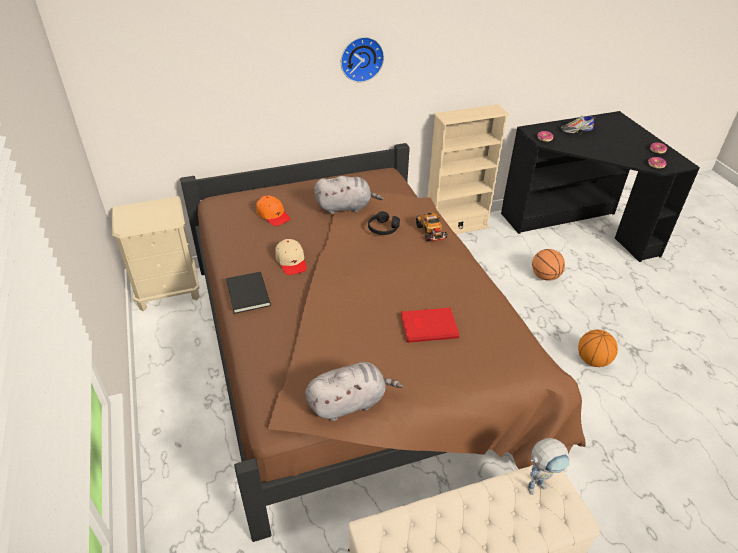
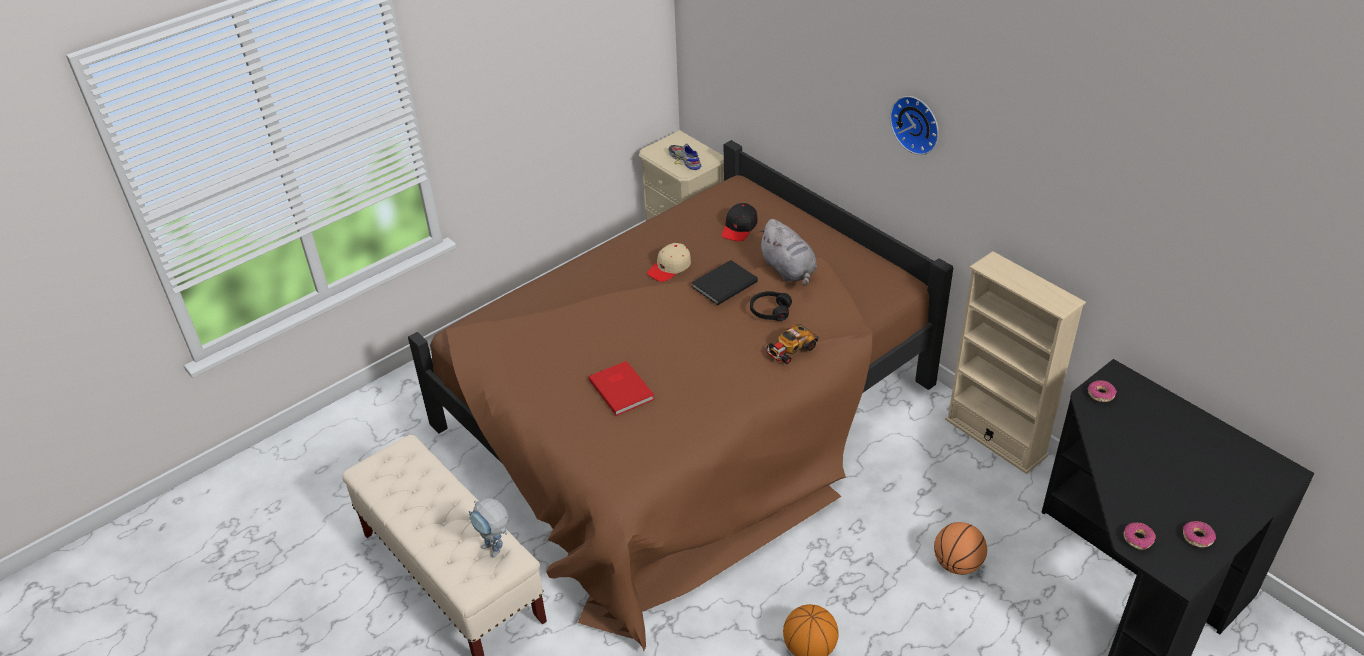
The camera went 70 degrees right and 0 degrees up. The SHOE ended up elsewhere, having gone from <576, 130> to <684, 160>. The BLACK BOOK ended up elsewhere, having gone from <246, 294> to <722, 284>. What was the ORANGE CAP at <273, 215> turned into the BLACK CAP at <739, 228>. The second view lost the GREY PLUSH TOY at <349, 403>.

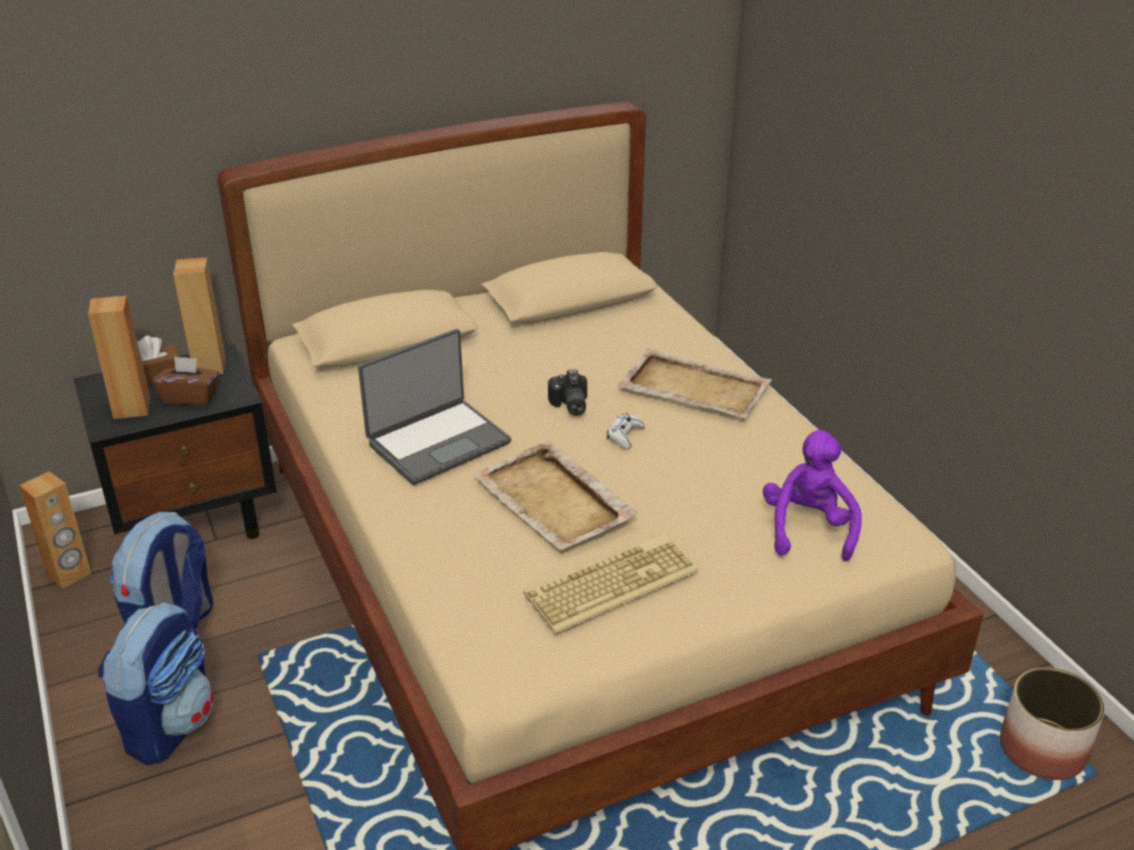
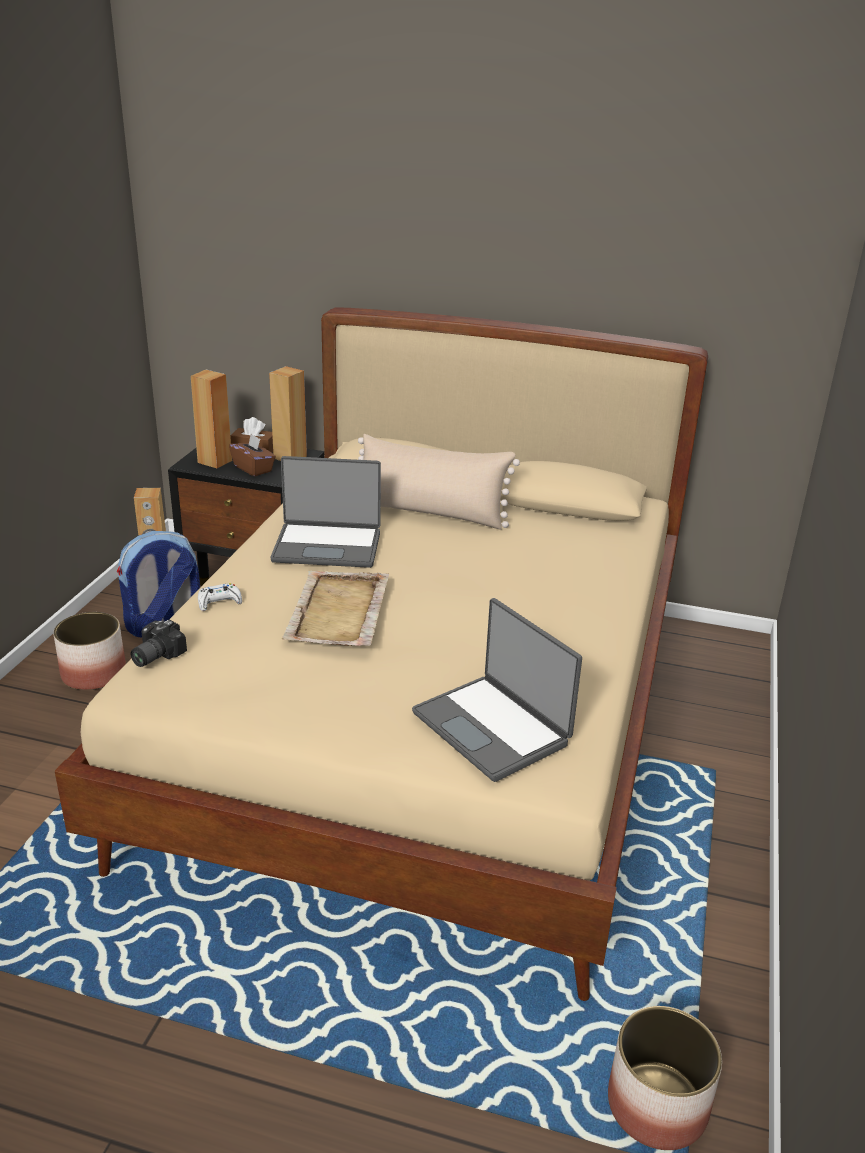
The camera went 40 degrees right and 5 degrees down. Where the BACKPACK stood at <169, 724>, the PLANTER came to stand at <94, 673>. The PHOTO CAMERA ended up elsewhere, having gone from <569, 405> to <154, 655>. The WHITE GAME CONTROLLER ended up elsewhere, having gone from <625, 435> to <219, 602>. The second view gained the BEIGE PILLOW at <430, 513>. Where the PURPLE PLUSH TOY stood at <808, 529>, the LAPTOP came to stand at <493, 728>. The second view lost the KEYBOARD at <611, 581>. The second view lost the BEIGE TRAY at <692, 388>.

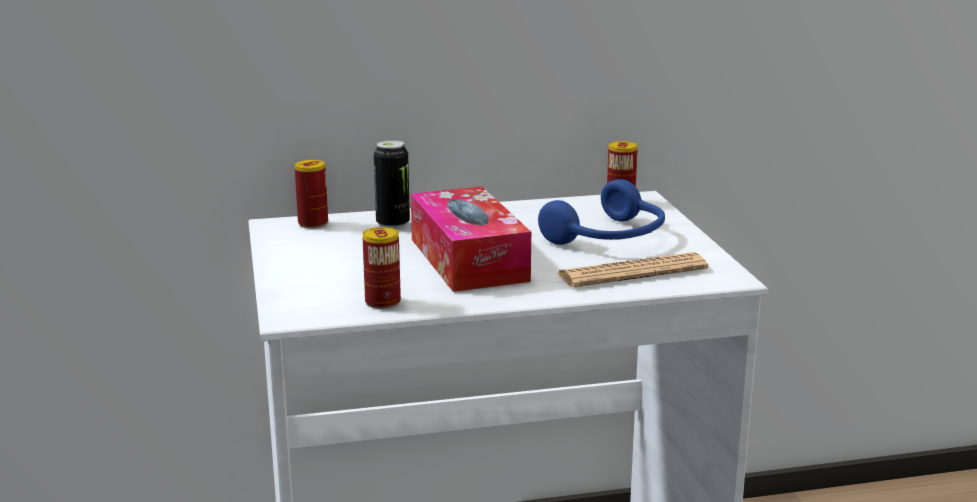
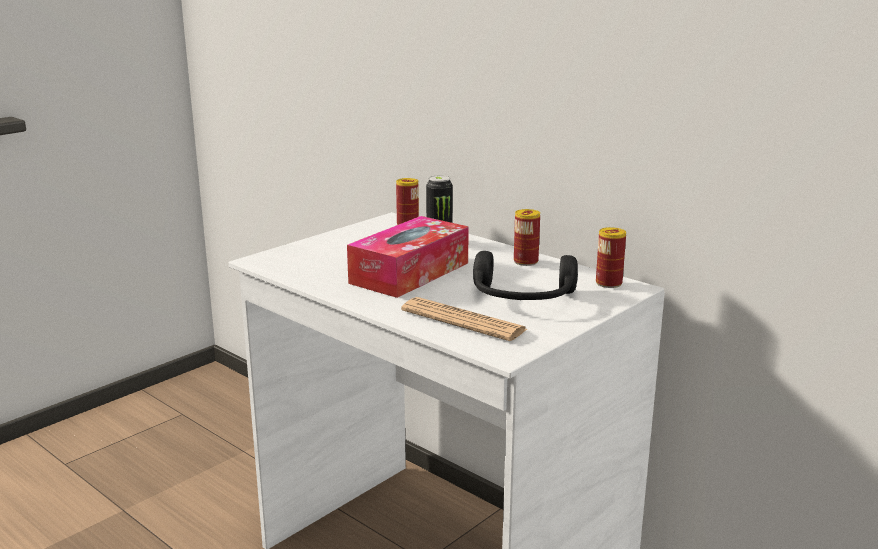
The camera went 55 degrees right and 0 degrees up. What was the BLUE HEADPHONES at <610, 238> turned into the BLACK HEADPHONES at <522, 298>. The CAN ended up elsewhere, having gone from <382, 302> to <525, 261>.

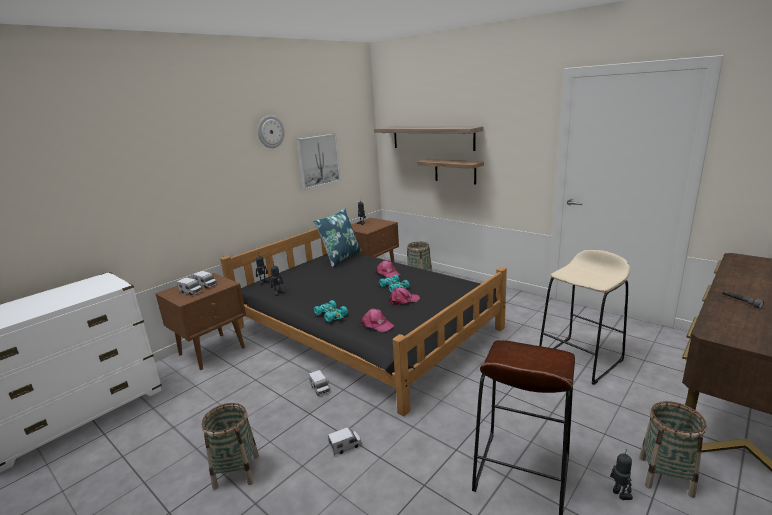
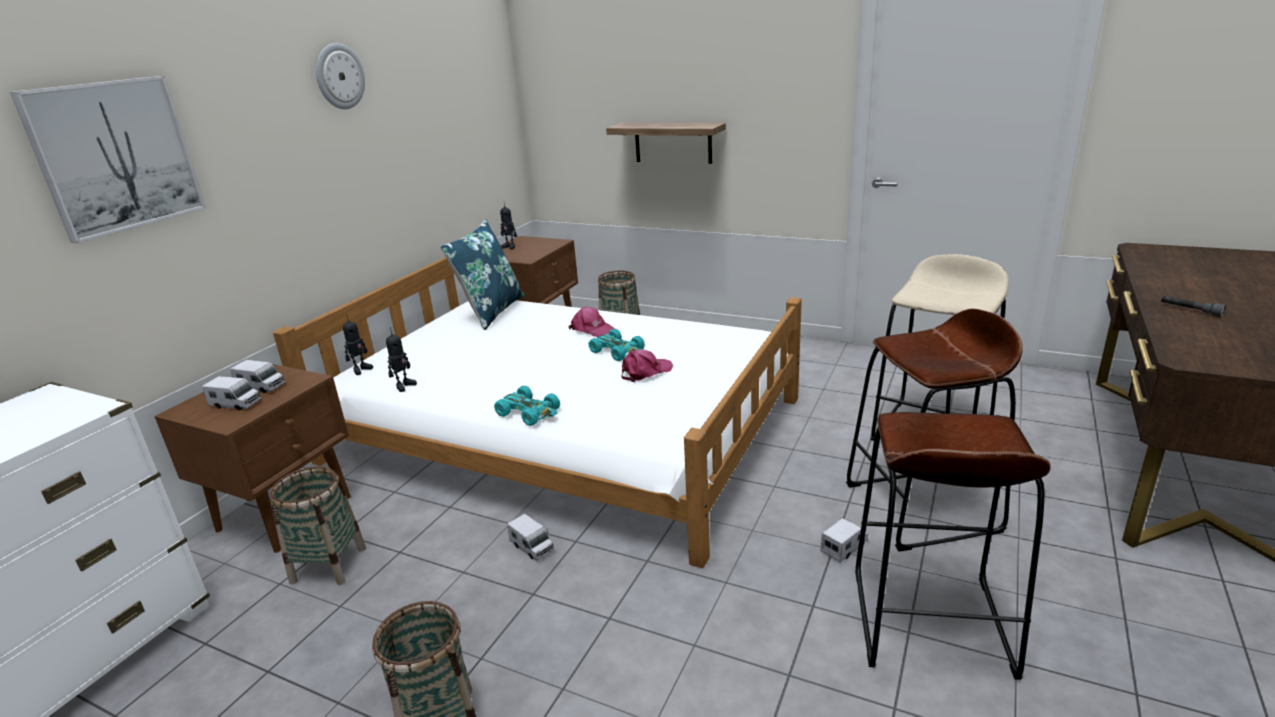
The camera went 15 degrees left and 5 degrees up. The PICTURE ended up elsewhere, having gone from <318, 160> to <115, 156>. The BASKET ended up elsewhere, having gone from <665, 476> to <329, 565>. What was the BLACK BED at <365, 328> turned into the WHITE BED at <566, 429>. The TOY TRUCK ended up elsewhere, having gone from <345, 446> to <844, 547>. The second view gained the BROWN STOOL at <922, 508>. The second view lost the PINK CAP at <377, 325>. The second view lost the SHELF at <432, 137>. The second view lost the TOY ROBOT at <619, 494>.

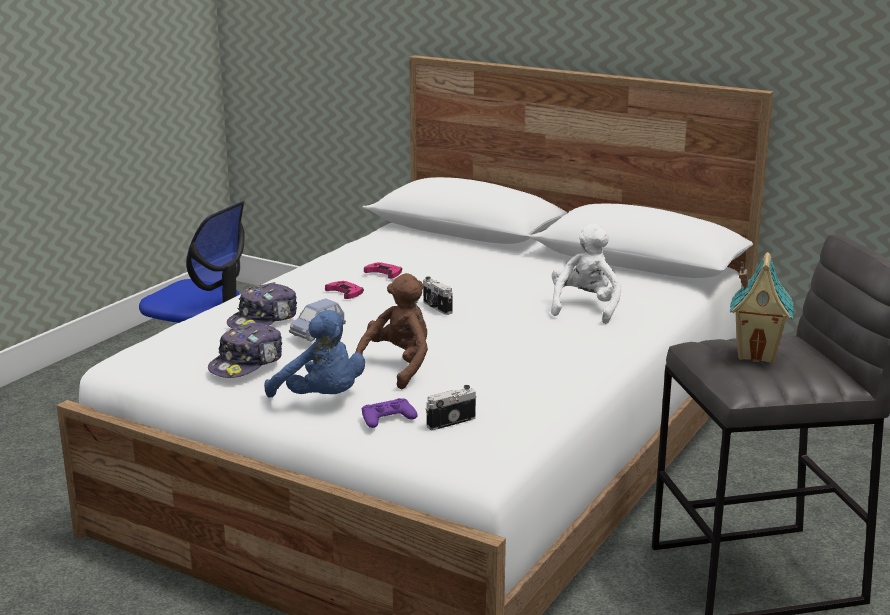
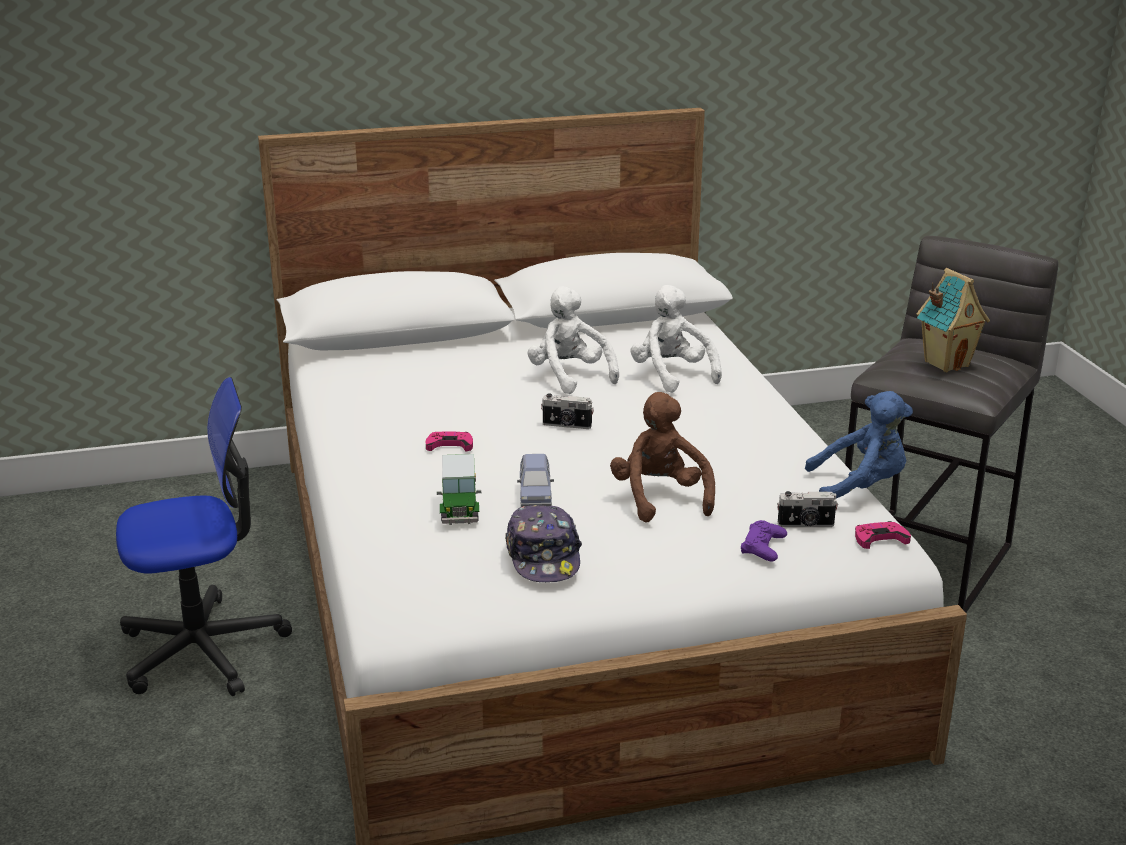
The camera went 45 degrees left and 5 degrees up. Where the CAP stood at <264, 320>, the TOY CAR came to stand at <459, 506>. The second view gained the WHITE PLUSH TOY at <569, 376>. The PHOTO CAMERA at <450, 421> ended up facing another way, 105 degrees counterclockwise from before. The BLUE PLUSH TOY ended up elsewhere, having gone from <321, 399> to <860, 487>. The PINK GAME CONTROLLER ended up elsewhere, having gone from <384, 273> to <880, 539>.

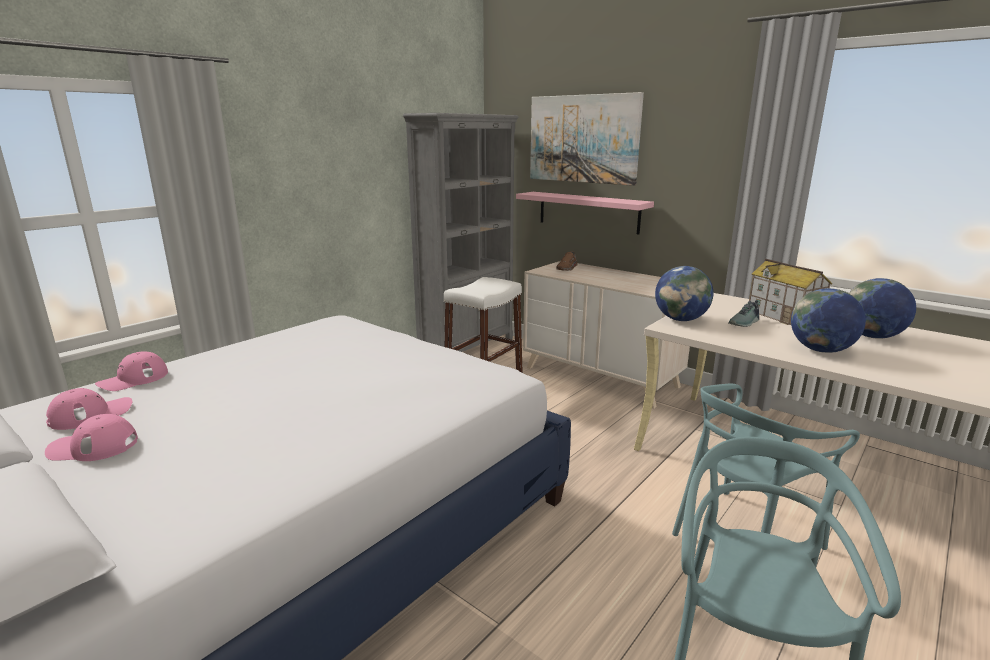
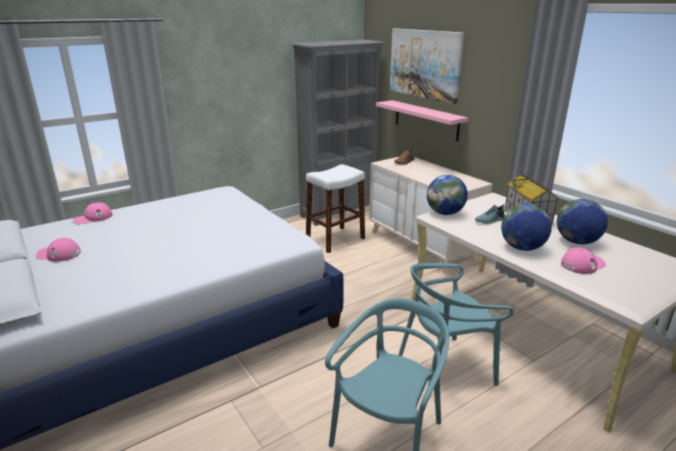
The camera went 15 degrees right and 5 degrees up. The PINK CAP ended up elsewhere, having gone from <91, 414> to <582, 264>.

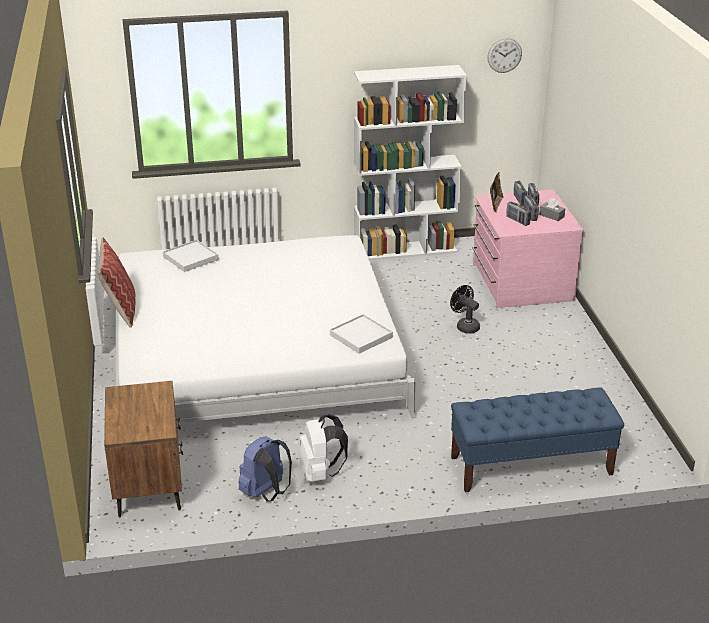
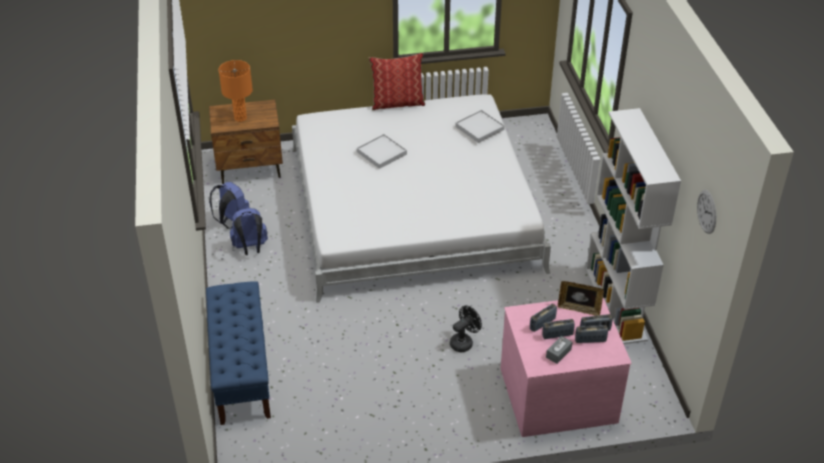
The camera went 90 degrees right and 10 degrees up. The second view gained the ORANGE TABLE LAMP at <240, 118>. What was the WHITE BACKPACK at <321, 473> turned into the BLUE BACKPACK at <250, 248>. The WHITE TRAY ended up elsewhere, having gone from <361, 336> to <381, 153>.

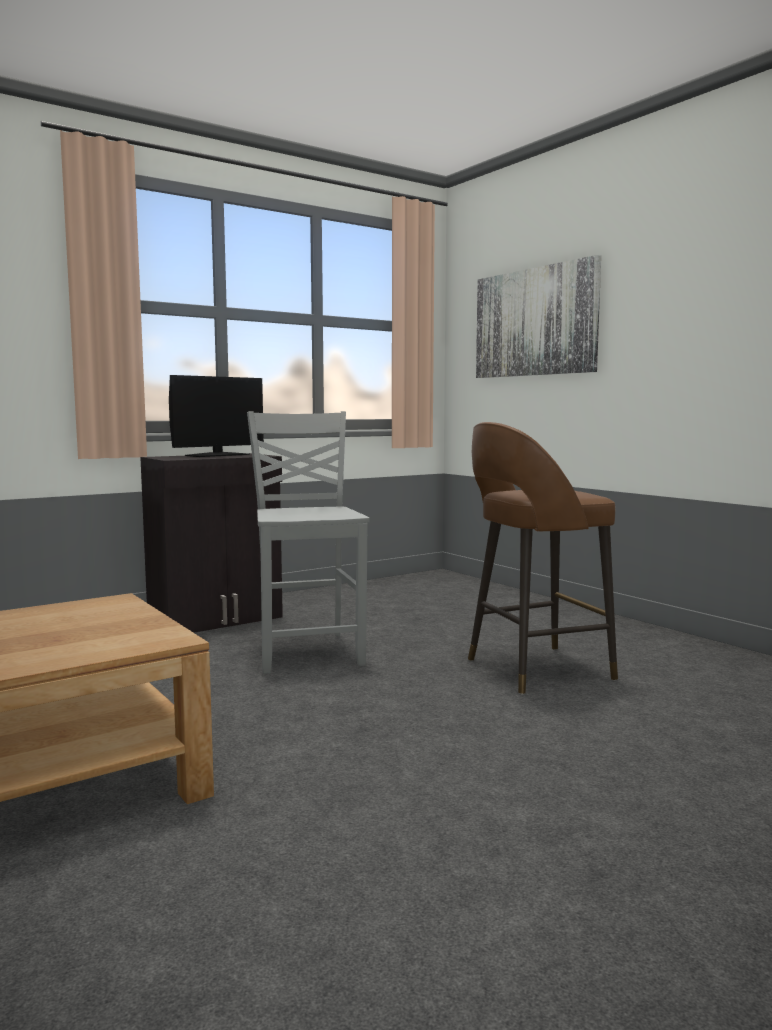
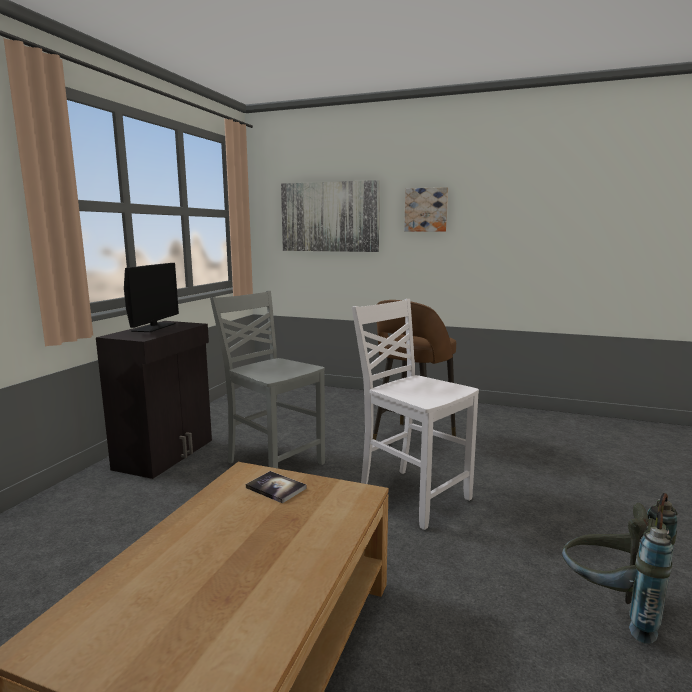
The camera went 35 degrees left and 5 degrees up. The second view gained the BOOK at <276, 488>. The second view gained the WHITE CHAIR at <412, 495>. The second view gained the PICTURE at <426, 210>. The second view gained the GREY BACKPACK at <611, 608>.

